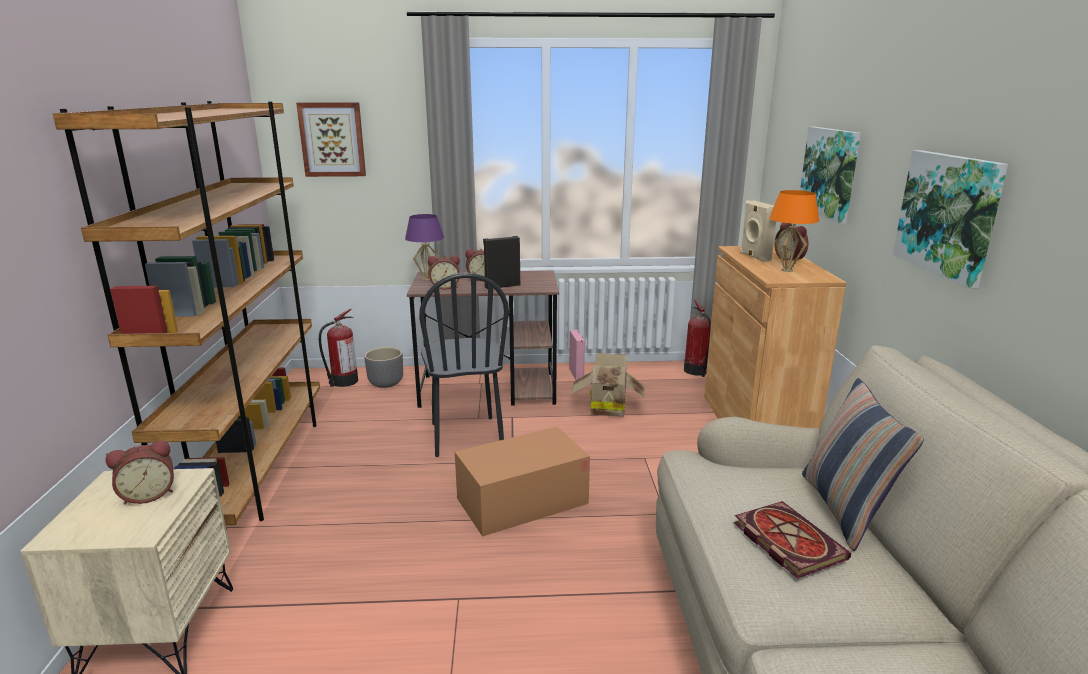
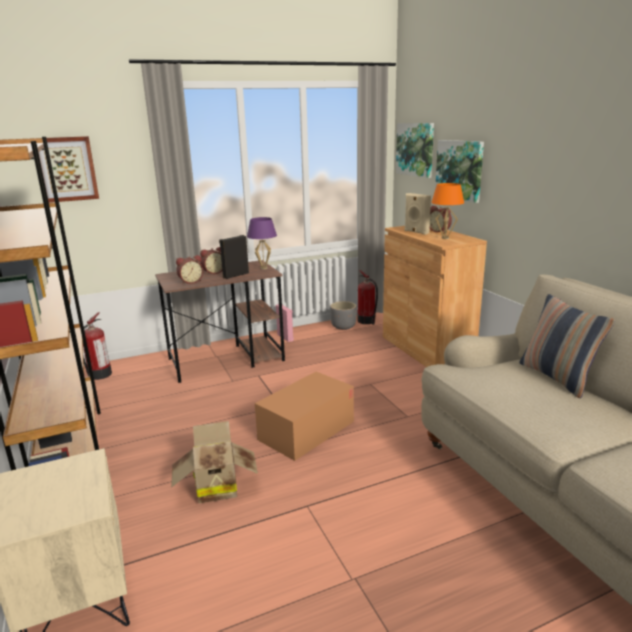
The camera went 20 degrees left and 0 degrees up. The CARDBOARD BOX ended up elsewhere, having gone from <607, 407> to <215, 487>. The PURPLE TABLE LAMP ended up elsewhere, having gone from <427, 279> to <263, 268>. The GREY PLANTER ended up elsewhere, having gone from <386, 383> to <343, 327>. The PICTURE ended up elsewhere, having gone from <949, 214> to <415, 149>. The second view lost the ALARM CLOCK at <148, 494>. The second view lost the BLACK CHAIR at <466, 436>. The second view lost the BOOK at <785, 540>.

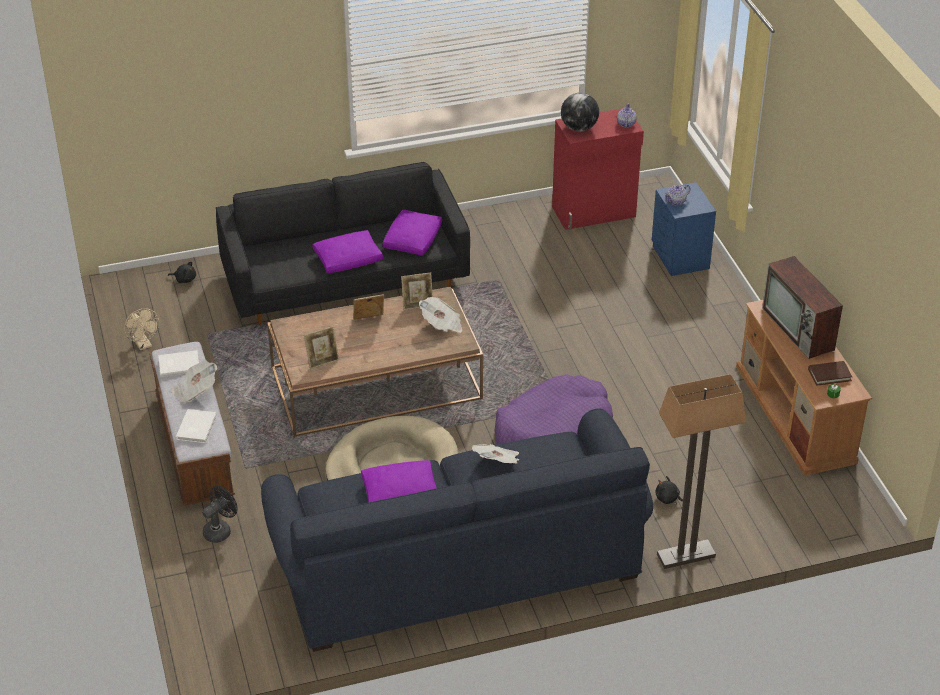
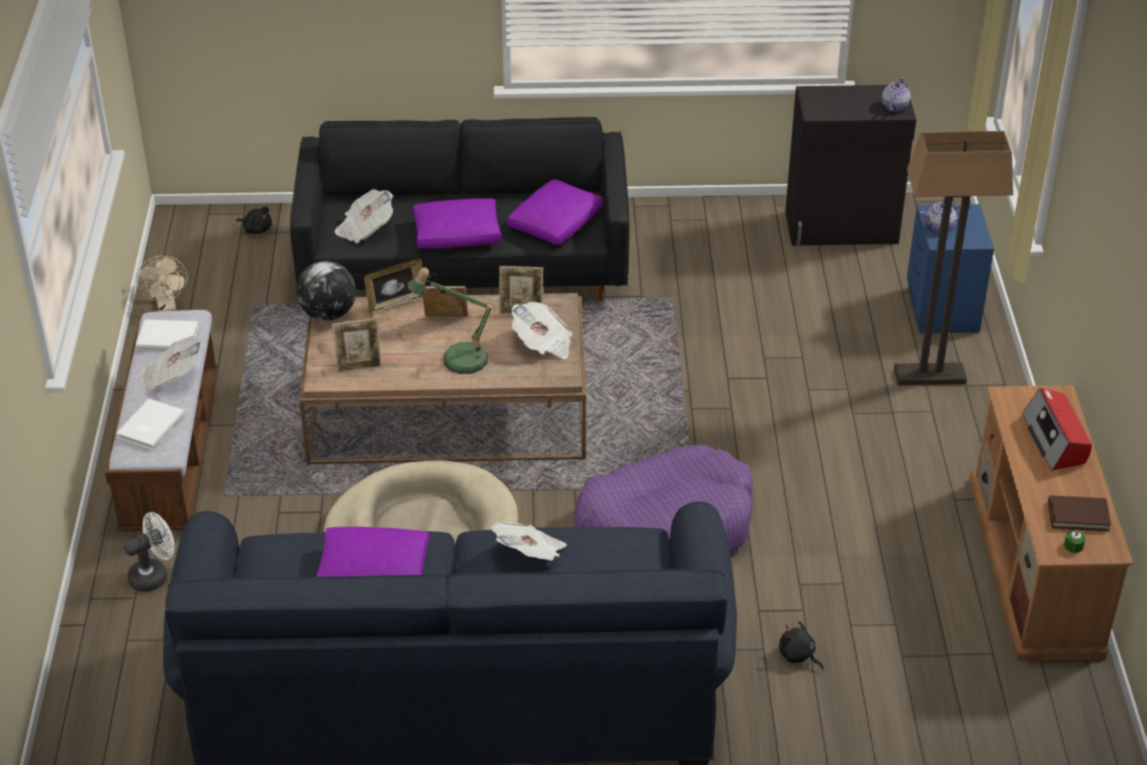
The camera went 15 degrees right and 0 degrees up. What was the BLACK FAN at <220, 530> turned into the WHITE FAN at <154, 575>. The GLOBE ended up elsewhere, having gone from <579, 128> to <328, 314>. The second view gained the NEWSPAPER at <365, 229>. The second view gained the PICTURE FRAME at <396, 305>. The second view gained the TABLE LAMP at <458, 357>. What was the RED CABINET at <594, 212> turned into the BLACK CABINET at <842, 228>. The FLOOR LAMP ended up elsewhere, having gone from <685, 556> to <929, 376>. Where the TELEVISION stood at <799, 330>, the RADIO came to stand at <1055, 440>.

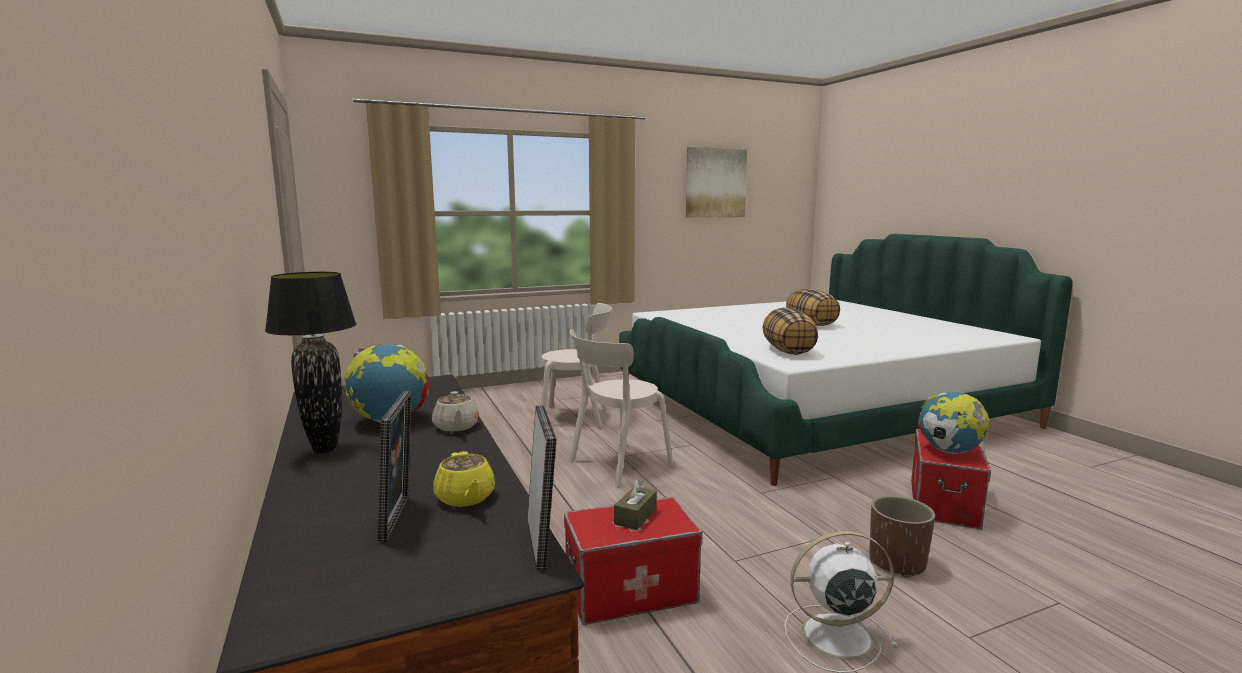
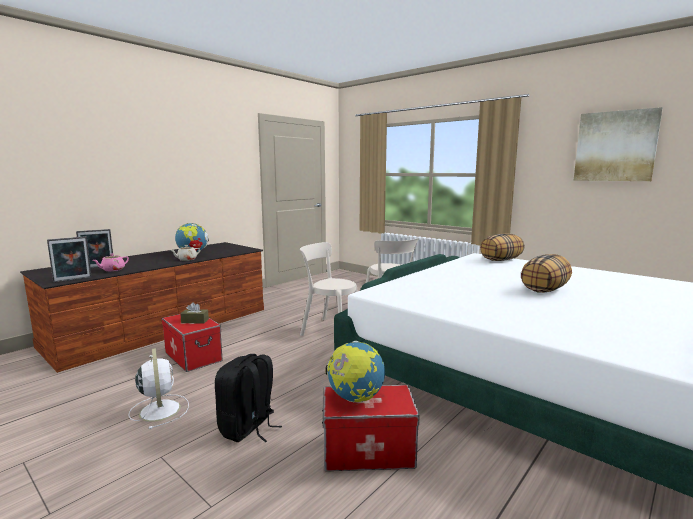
The camera went 65 degrees right and 0 degrees up. What was the YELLOW TEAPOT at <465, 498> turned into the PINK TEAPOT at <112, 270>. Where the BROWN PLANTER stood at <897, 562>, the BLACK BACKPACK came to stand at <248, 428>. The PILLOW ended up elsewhere, having gone from <788, 351> to <501, 260>. The second view lost the BLACK TABLE LAMP at <324, 449>.

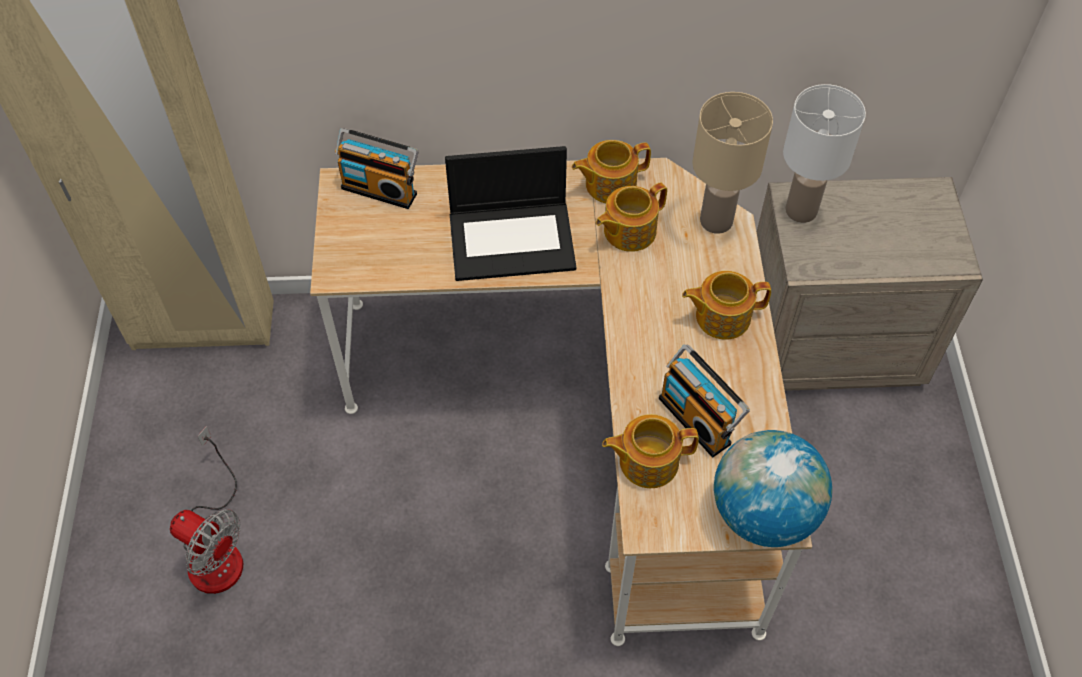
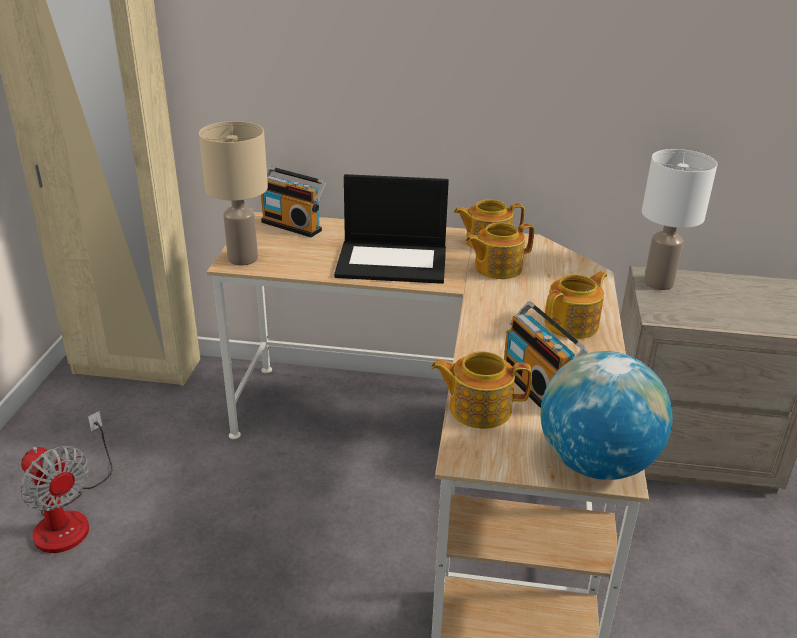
The camera went 10 degrees right and 25 degrees down. The BEIGE TABLE LAMP ended up elsewhere, having gone from <715, 220> to <242, 258>. The TEAPOT at <721, 316> ended up facing another way, 135 degrees clockwise from before.

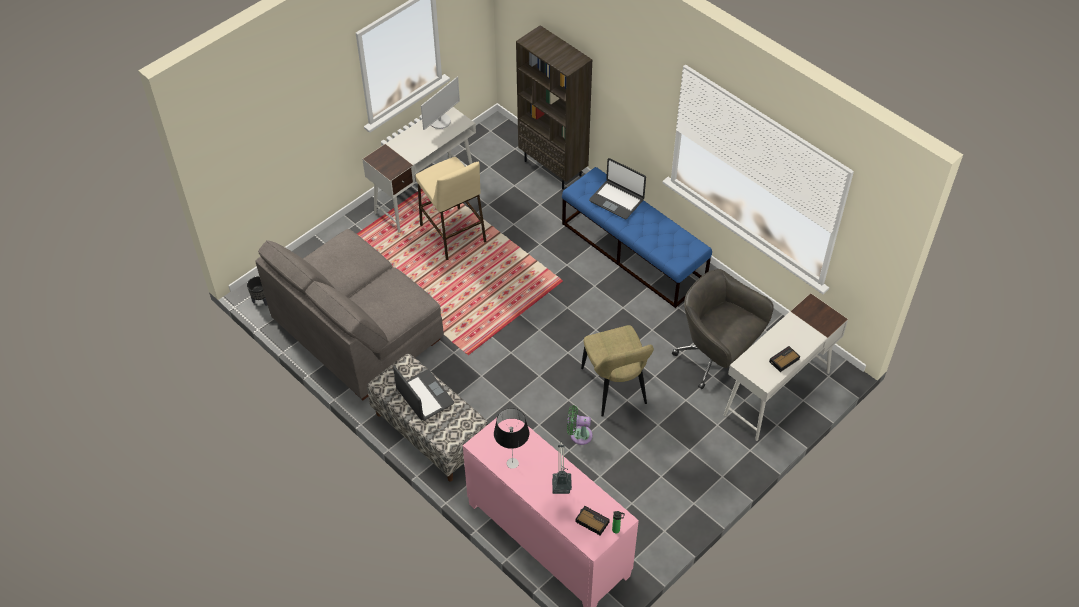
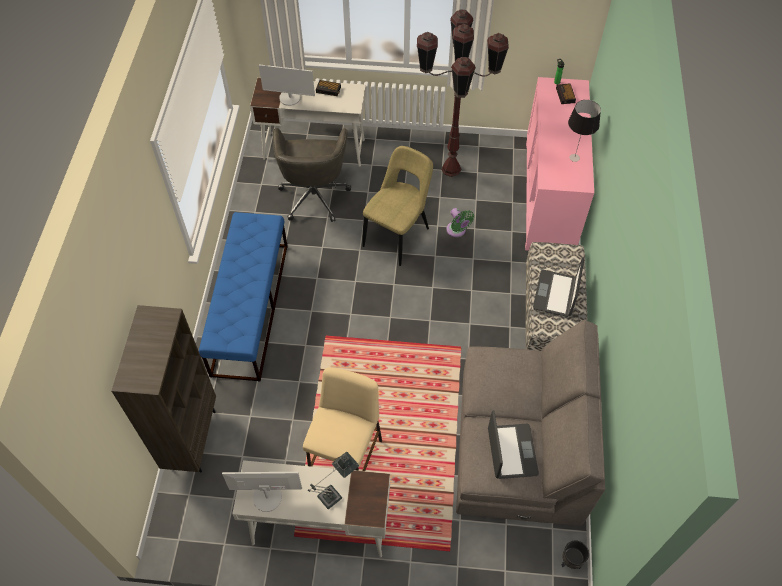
The camera went 130 degrees left and 5 degrees up. The second view gained the MONITOR at <290, 98>. The TABLE LAMP ended up elsewhere, having gone from <561, 491> to <334, 493>. The second view gained the BROWN FLOOR LAMP at <451, 168>. The LAPTOP ended up elsewhere, having gone from <617, 200> to <511, 451>.

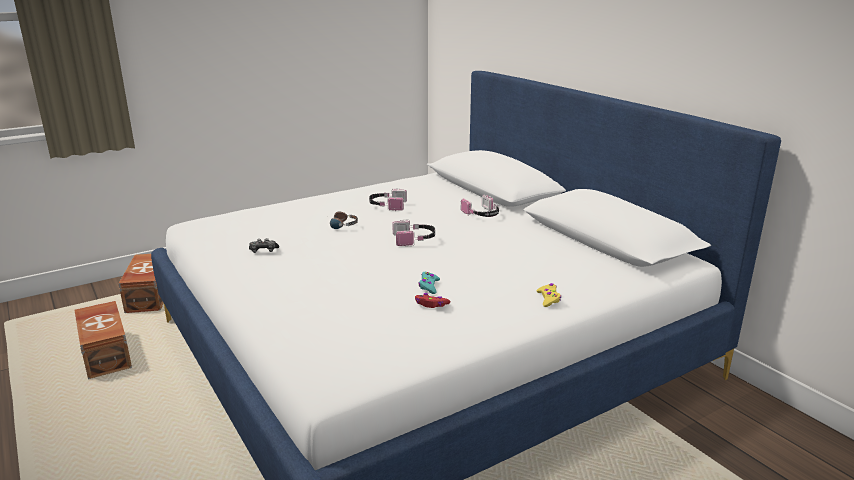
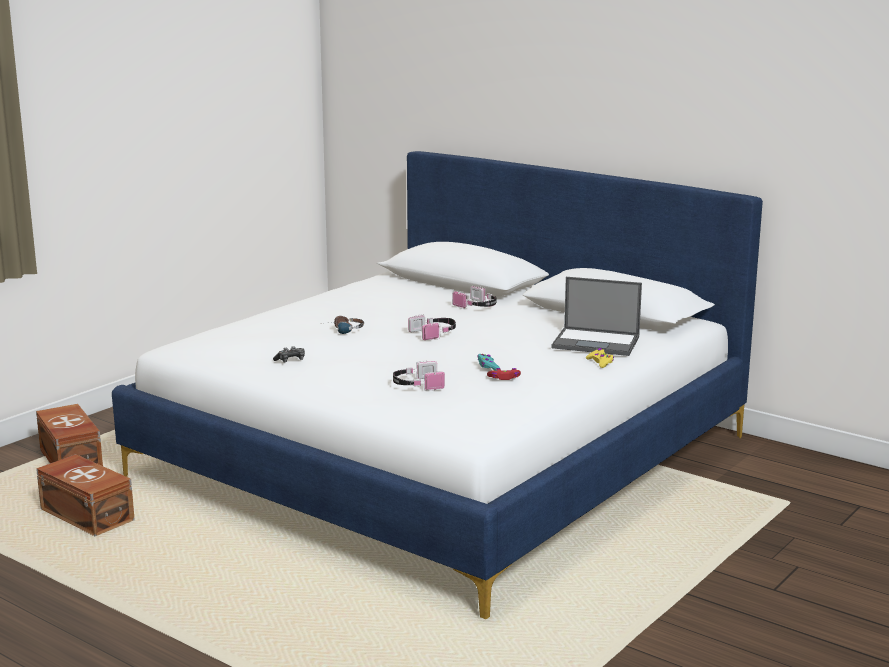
The camera went 20 degrees left and 5 degrees down. The HEADPHONES ended up elsewhere, having gone from <387, 205> to <417, 385>. The second view gained the LAPTOP at <597, 342>.

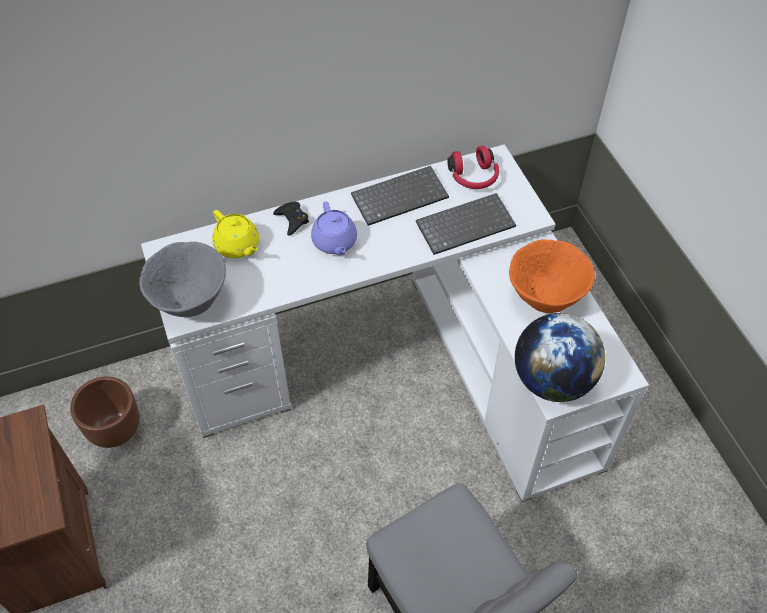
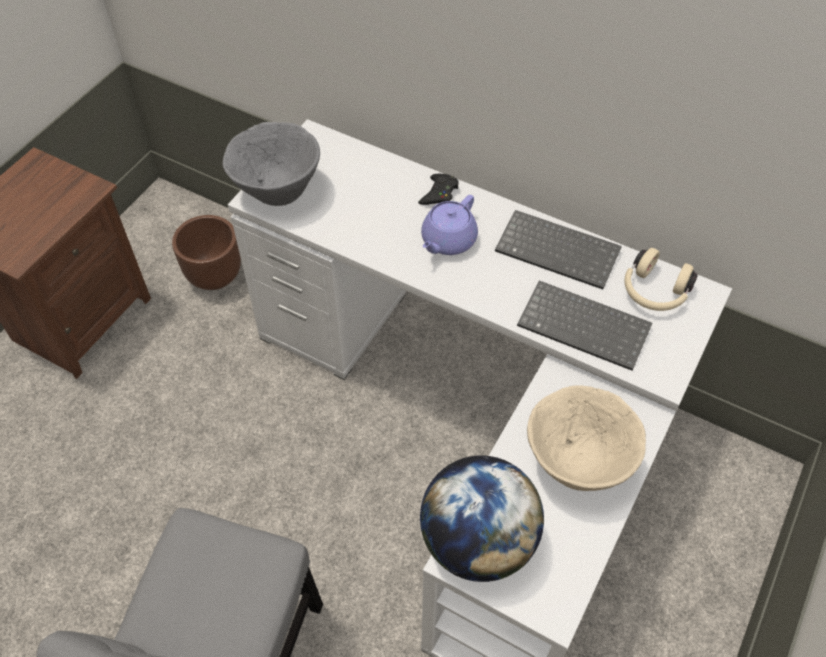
The camera went 50 degrees right and 0 degrees up. What was the ORANGE BOWL at <544, 299> turned into the BEIGE BOWL at <576, 465>. What was the RED HEADPHONES at <473, 177> turned into the BEIGE HEADPHONES at <654, 292>. The second view lost the YELLOW TEAPOT at <238, 246>.

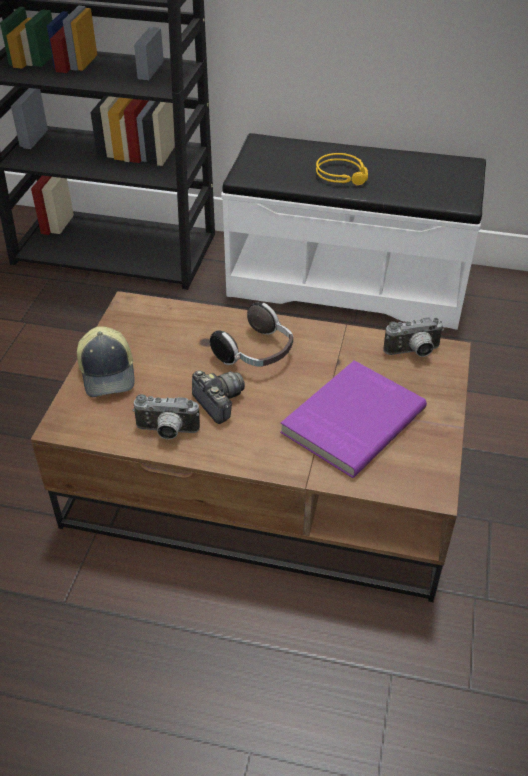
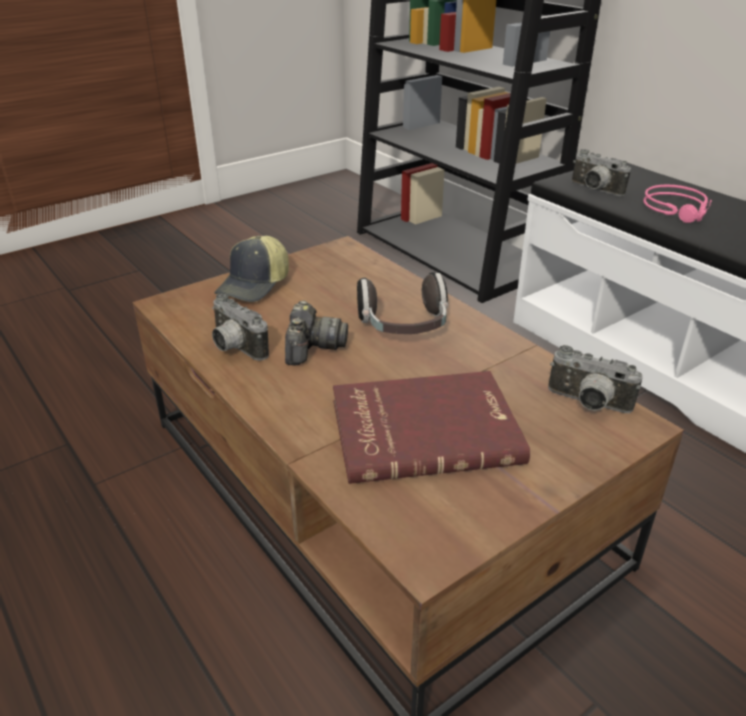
The camera went 40 degrees right and 10 degrees down. What was the PURPLE BOOK at <351, 419> turned into the RED BOOK at <424, 429>. The second view gained the PHOTO CAMERA at <594, 190>. What was the YELLOW HEADPHONES at <343, 174> turned into the PINK HEADPHONES at <678, 210>.

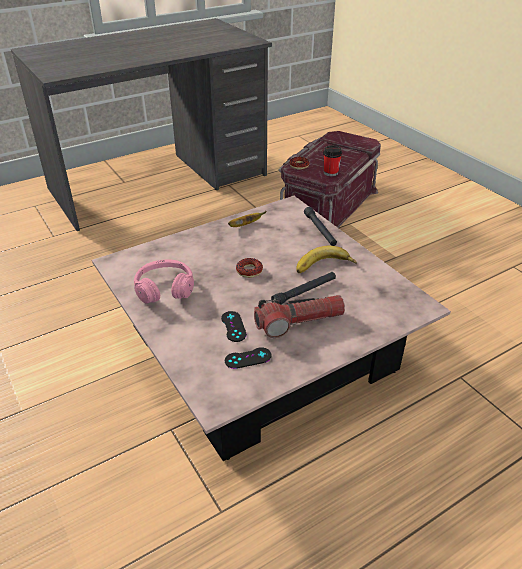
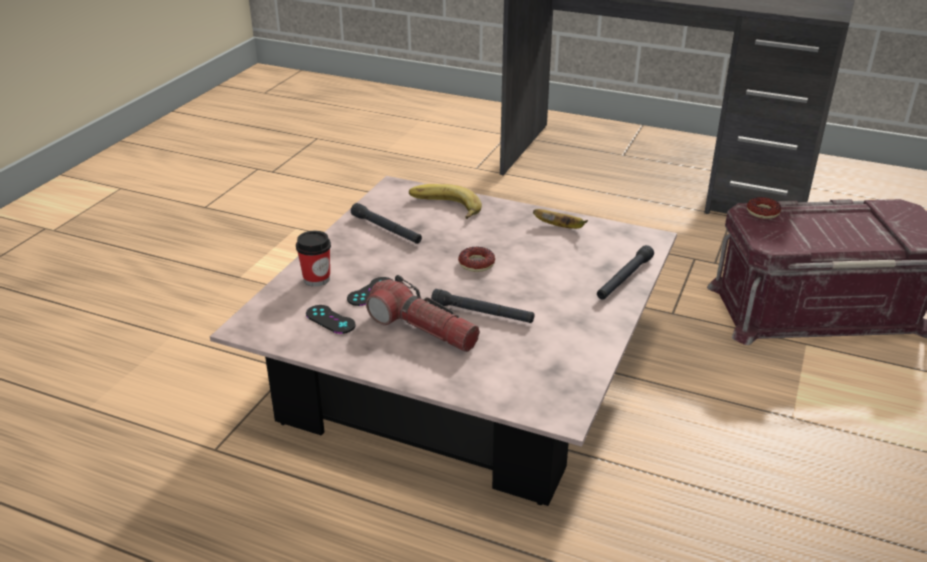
The camera went 55 degrees right and 5 degrees down. The CUP ended up elsewhere, having gone from <331, 173> to <317, 279>. Where the PINK HEADPHONES stood at <165, 288>, the BLACK FLASHLIGHT came to stand at <386, 230>. The BANANA ended up elsewhere, having gone from <324, 267> to <443, 207>.

